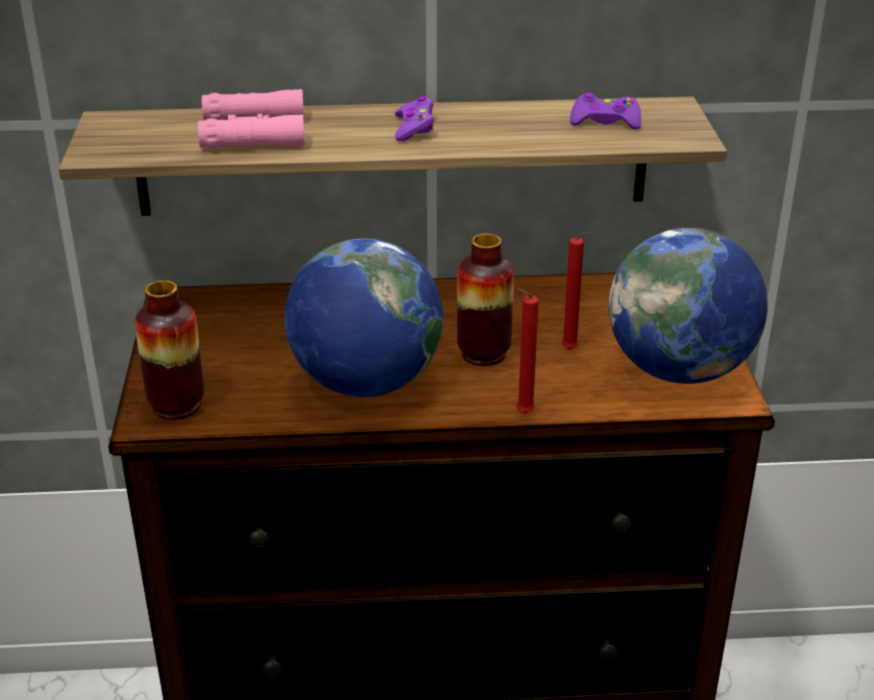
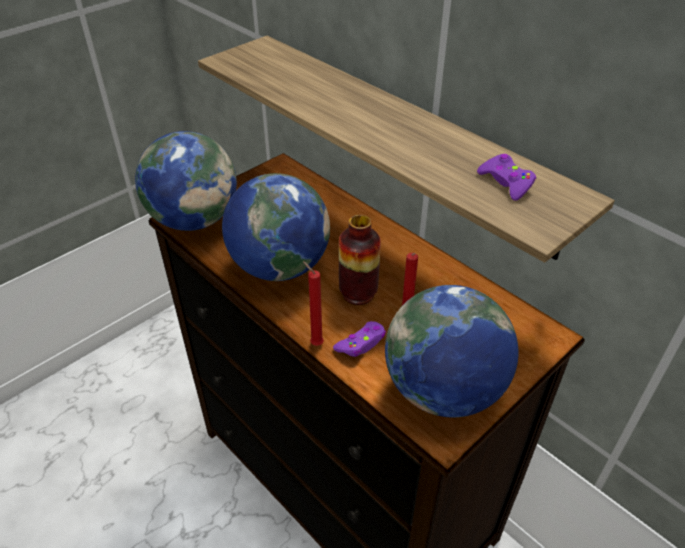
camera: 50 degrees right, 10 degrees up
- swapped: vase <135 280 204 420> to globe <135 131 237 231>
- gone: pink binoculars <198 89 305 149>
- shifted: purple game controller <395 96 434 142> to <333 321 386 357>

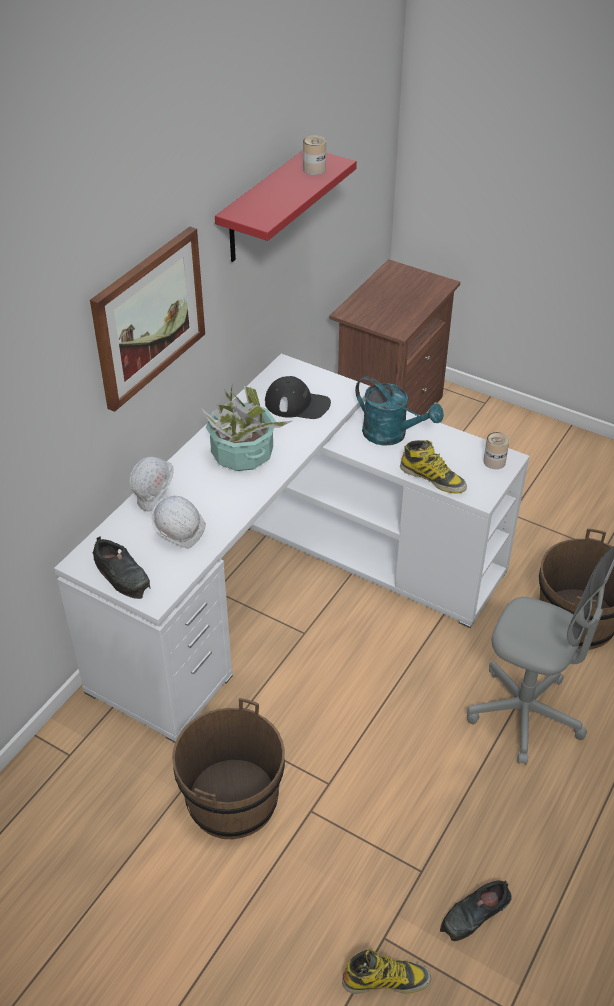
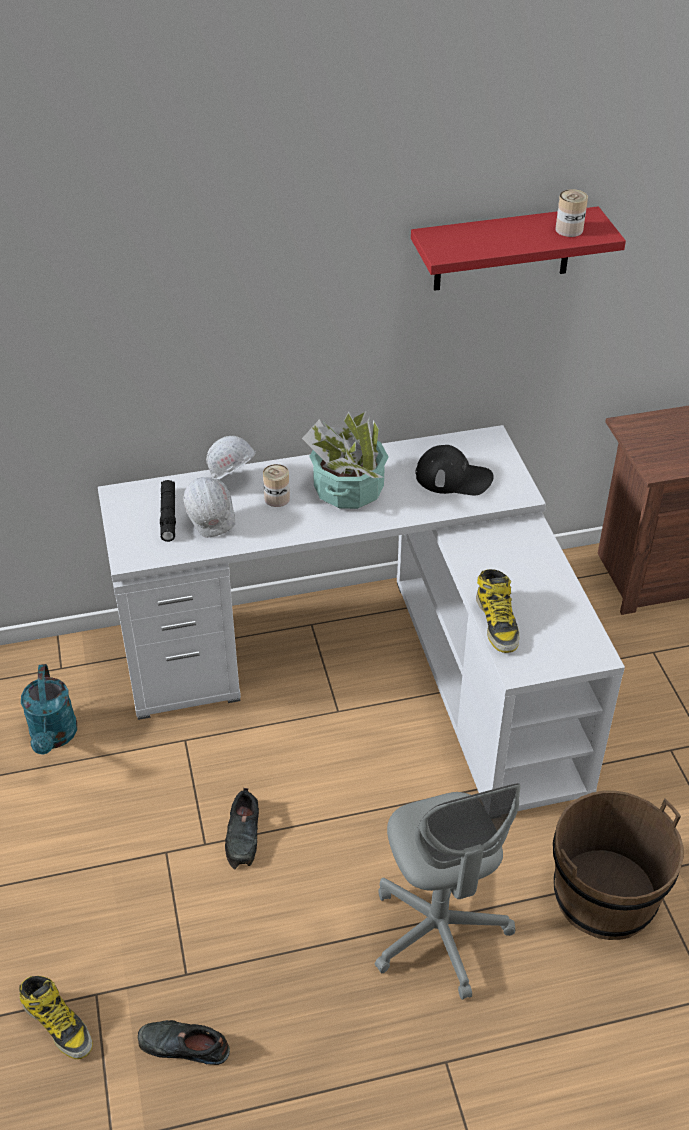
camera: 45 degrees right, 0 degrees up
- gone: picture <90 226 205 412>
- shifted: black shoe <92 536 150 599> to <225 788 259 870>
- gone: brown bucket <172 698 285 839>
- rotated: black cap <265 376 331 419> = <415 445 494 496> 45 degrees counterclockwise
- shifted: turquoise watering can <355 376 444 446> to <21 664 77 755>
- shifted: can <483 432 510 469> to <263 464 290 507>
- new: black flashlight <160 480 176 542>

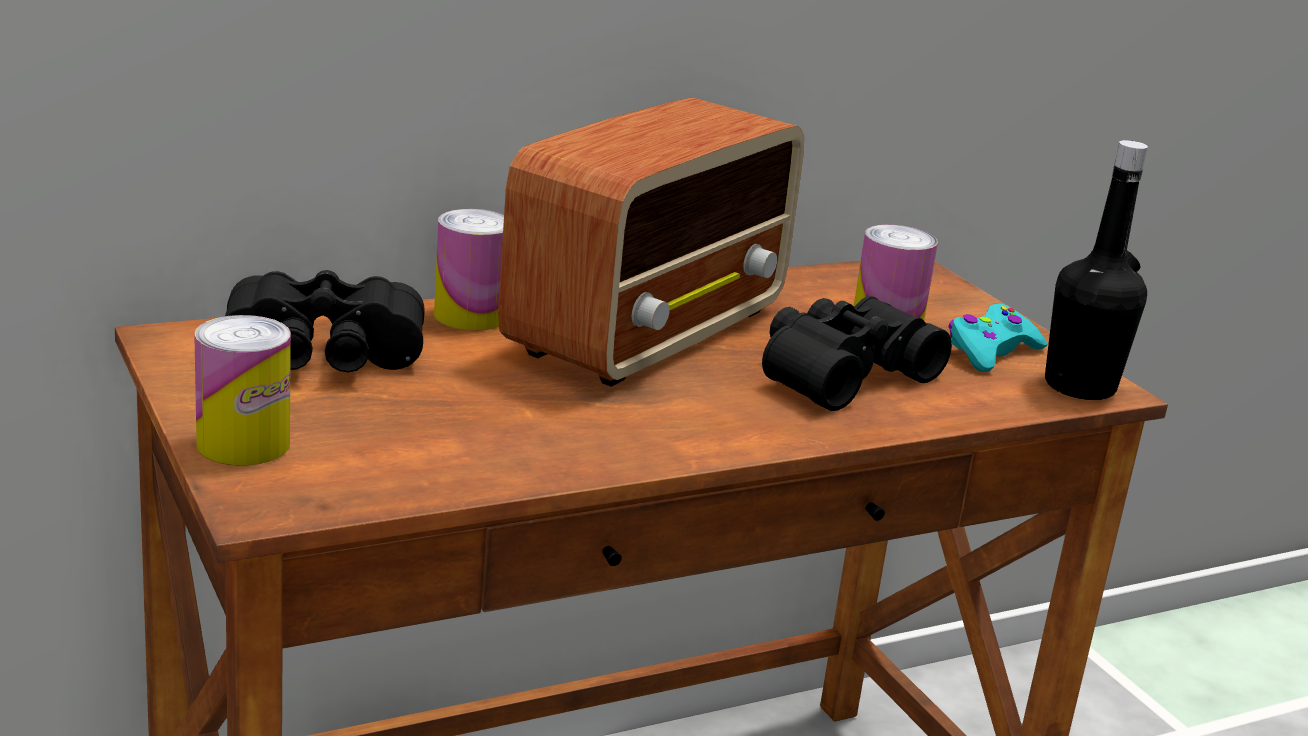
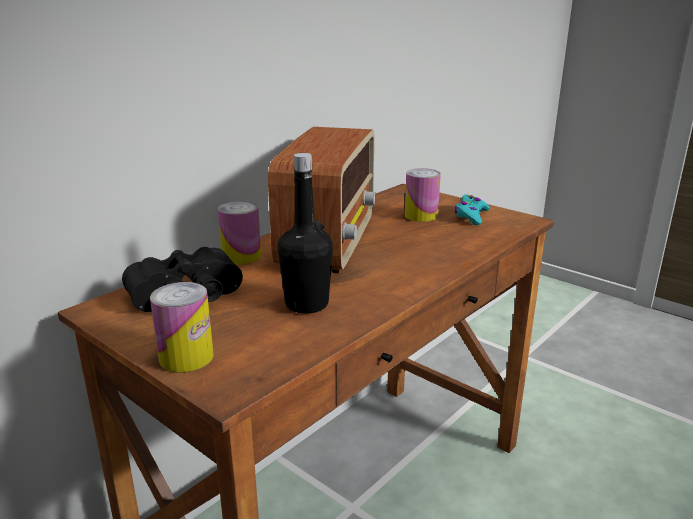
camera: 20 degrees left, 0 degrees up
- gone: black binoculars <762 296 952 411>
- shifted: black bottle <1045 140 1148 400> to <278 153 333 314>

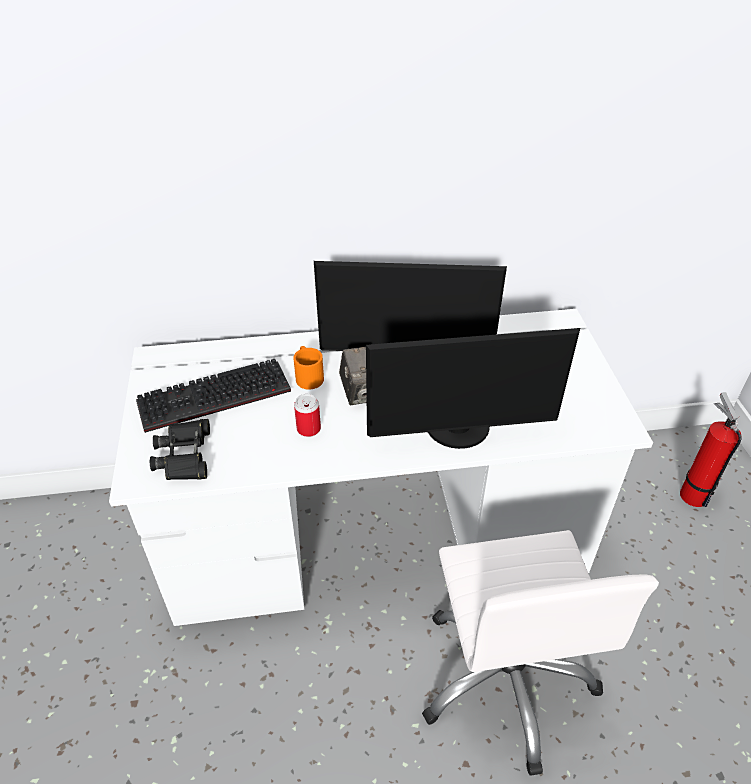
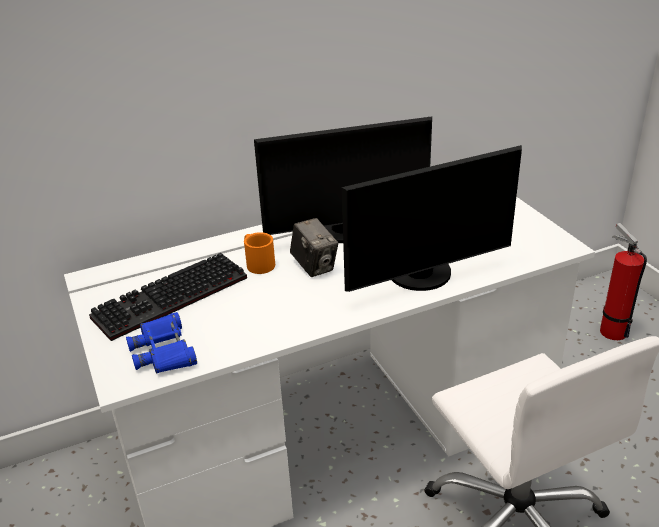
camera: 15 degrees left, 10 degrees down
- repainted: black binoculars <150 419 210 480> to blue binoculars <126 312 197 373>
- gone: can <294 394 321 437>

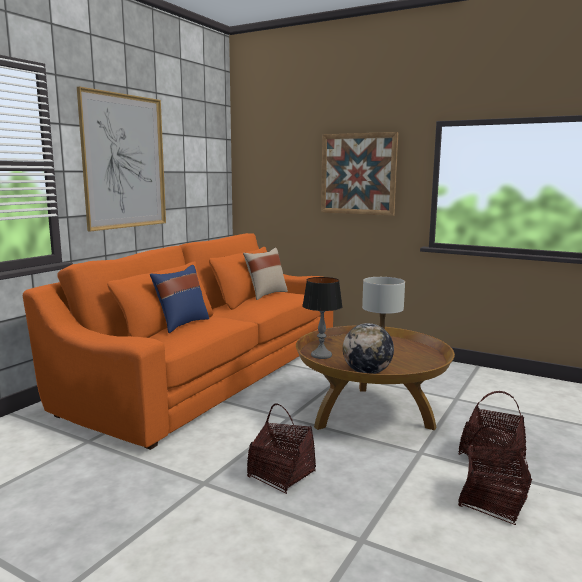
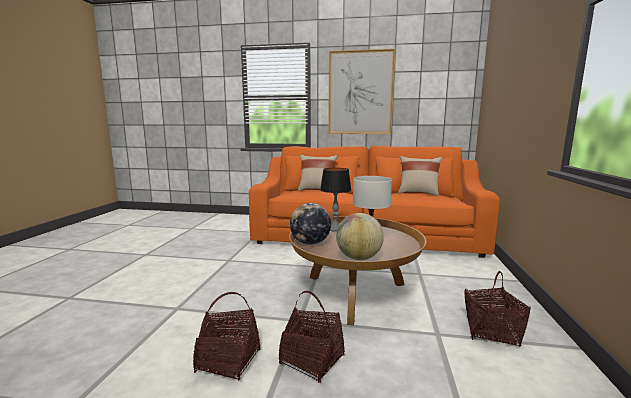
camera: 70 degrees right, 0 degrees up
- repainted: blue pillow <150 265 209 333> to beige pillow <298 155 337 190>
- shifted: basket <247 404 316 494> to <464 271 531 347>
- gone: picture <321 132 398 216>
- new: globe <336 213 384 260>

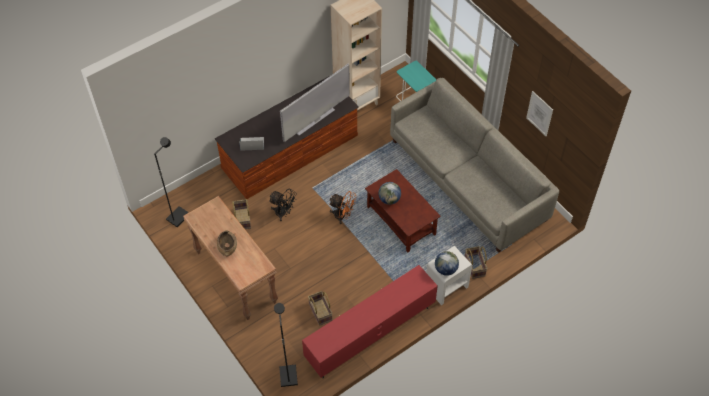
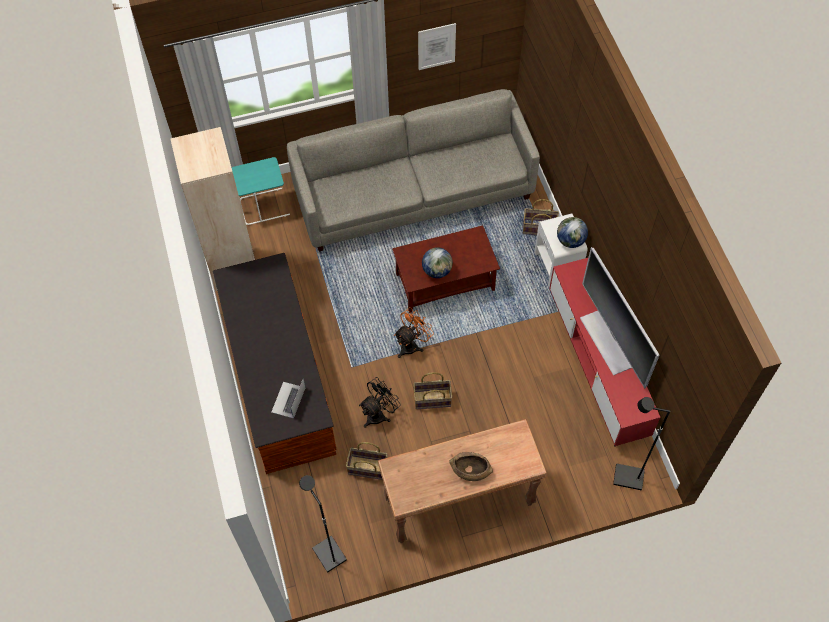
camera: 70 degrees left, 5 degrees up
- shifted: television <280 64 350 142> to <580 247 660 389>
- shifted: basket <308 291 333 326> to <413 372 452 409>

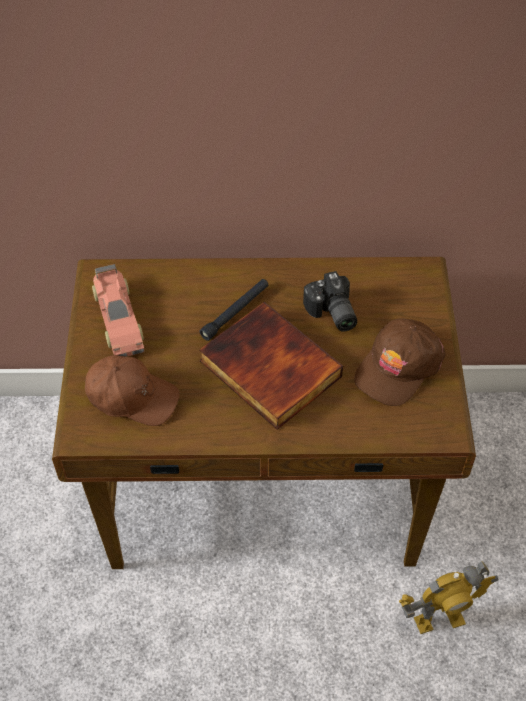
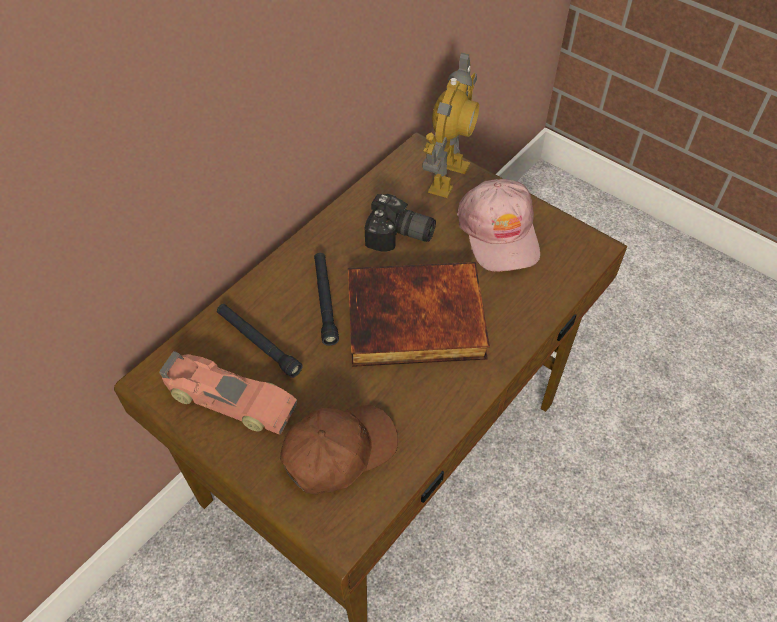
camera: 50 degrees left, 0 degrees up
- repainted: brown cap <354 318 446 406> to pink cap <457 179 540 272>
- shifted: toy robot <399 561 499 634> to <422 52 479 198>
- new: black flashlight <217 304 303 378>

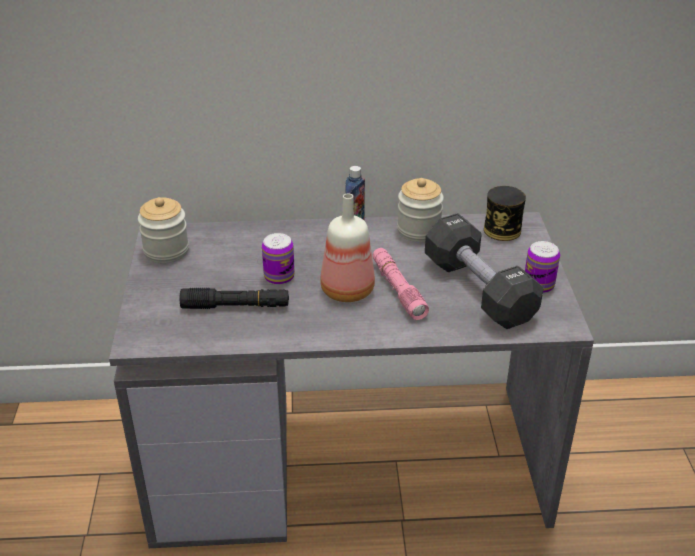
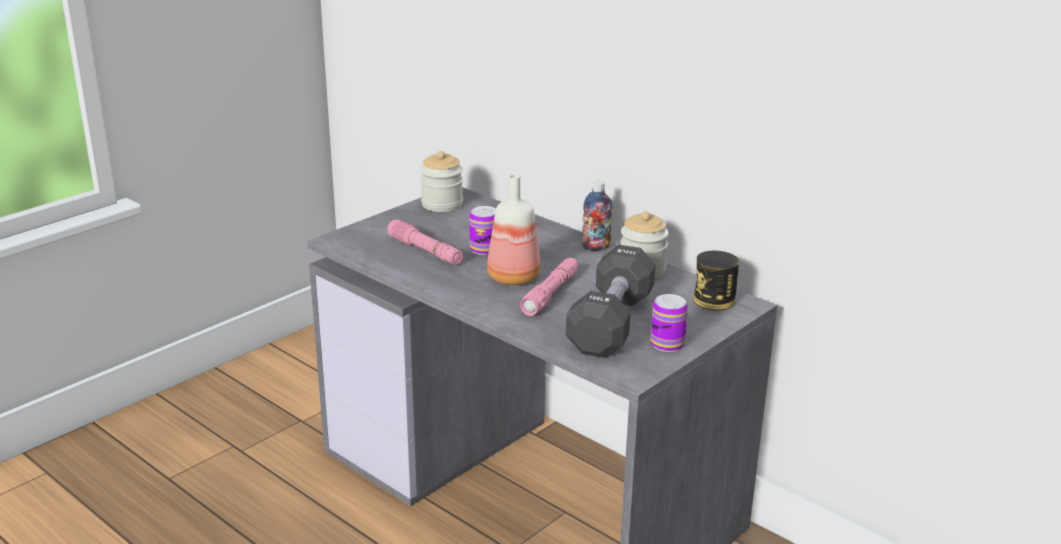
camera: 45 degrees right, 10 degrees down
- repainted: black flashlight <180 288 289 309> to pink flashlight <387 219 463 265>

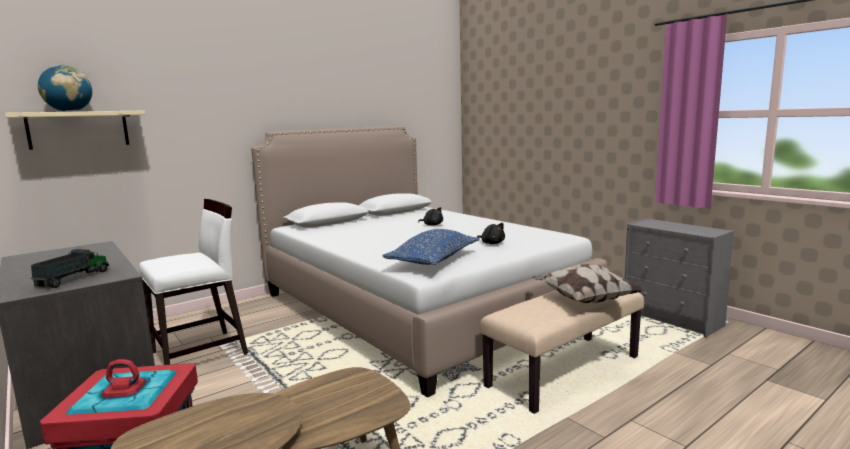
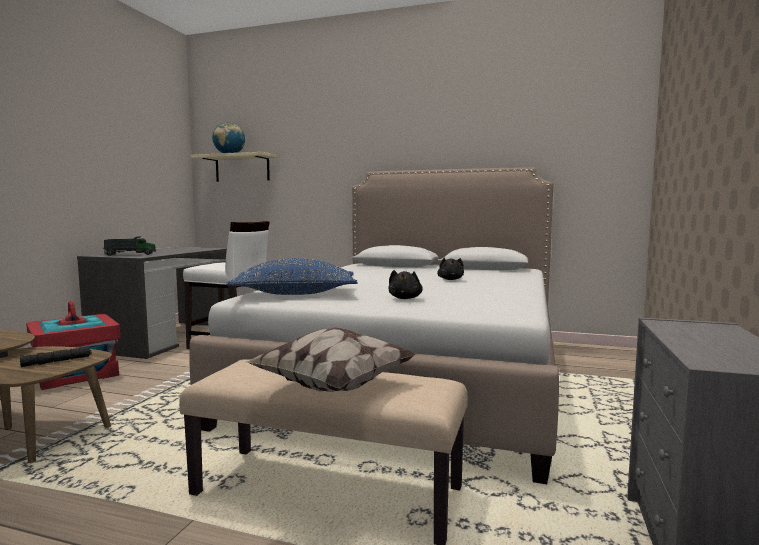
camera: 55 degrees right, 5 degrees down
- new: black flashlight <20 347 92 367>

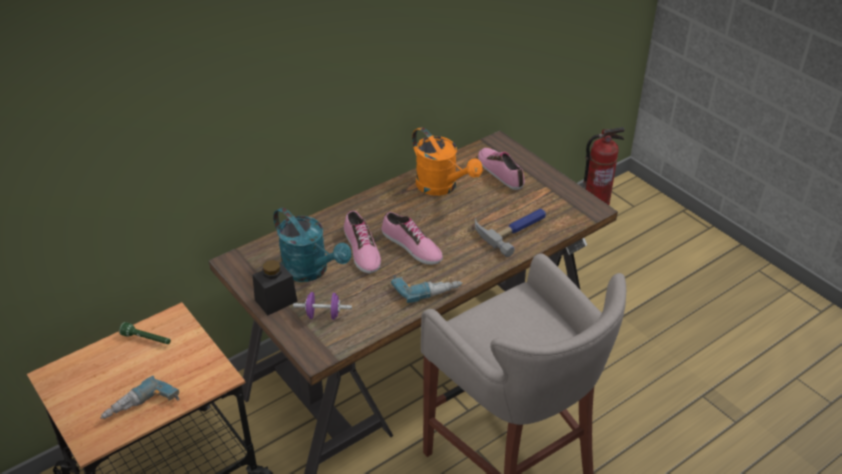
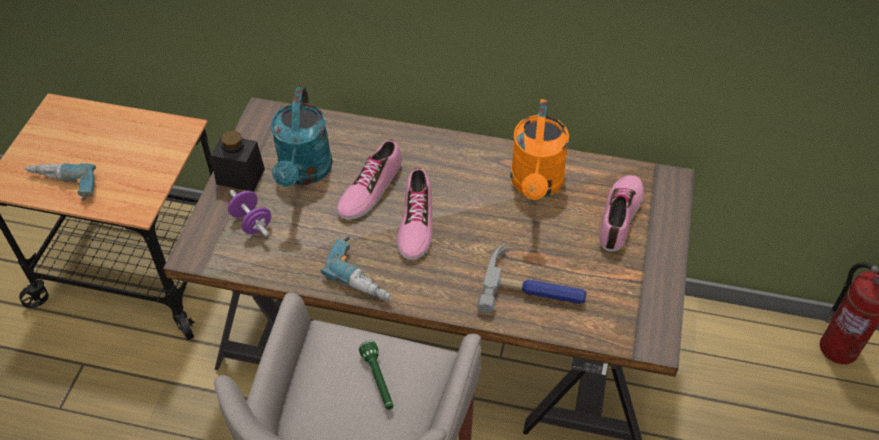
camera: 50 degrees right, 10 degrees up
- shifted: green flashlight <119 322 171 344> to <359 341 393 410>

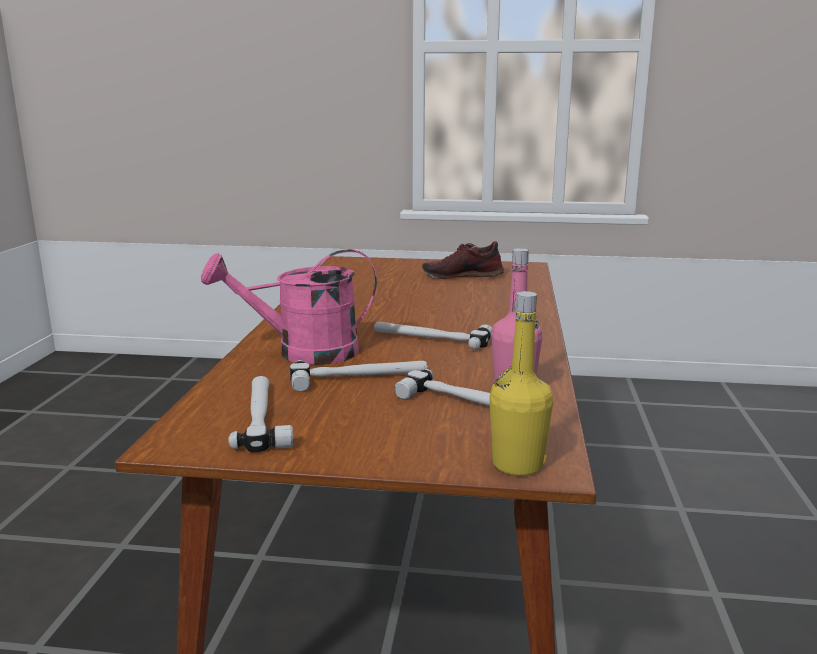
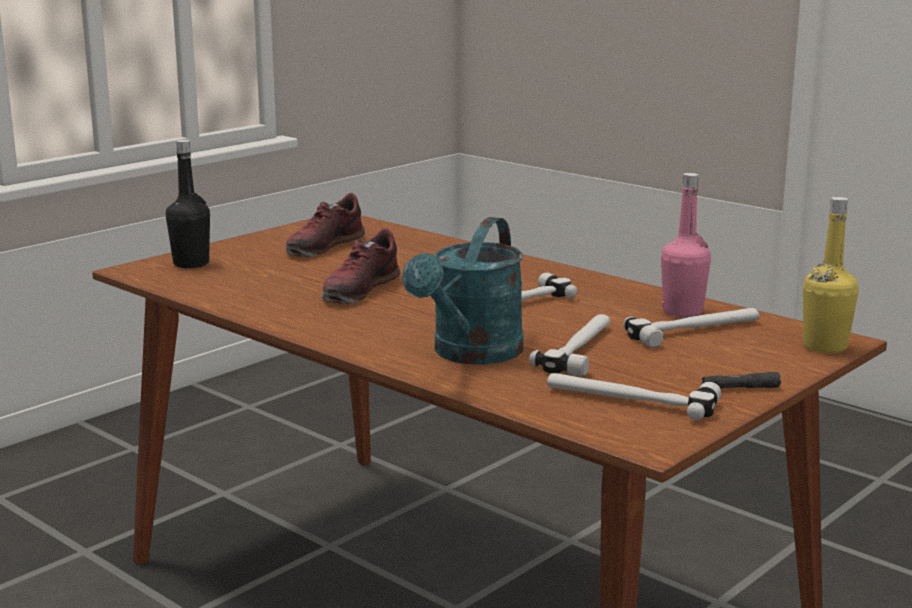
camera: 55 degrees left, 0 degrees up
- repainted: pink watering can <201 249 377 365> to turquoise watering can <403 217 524 364>
- new: black bottle <166 140 210 268>
- new: shoe <321 228 400 304>
- new: black flashlight <702 372 781 389>

